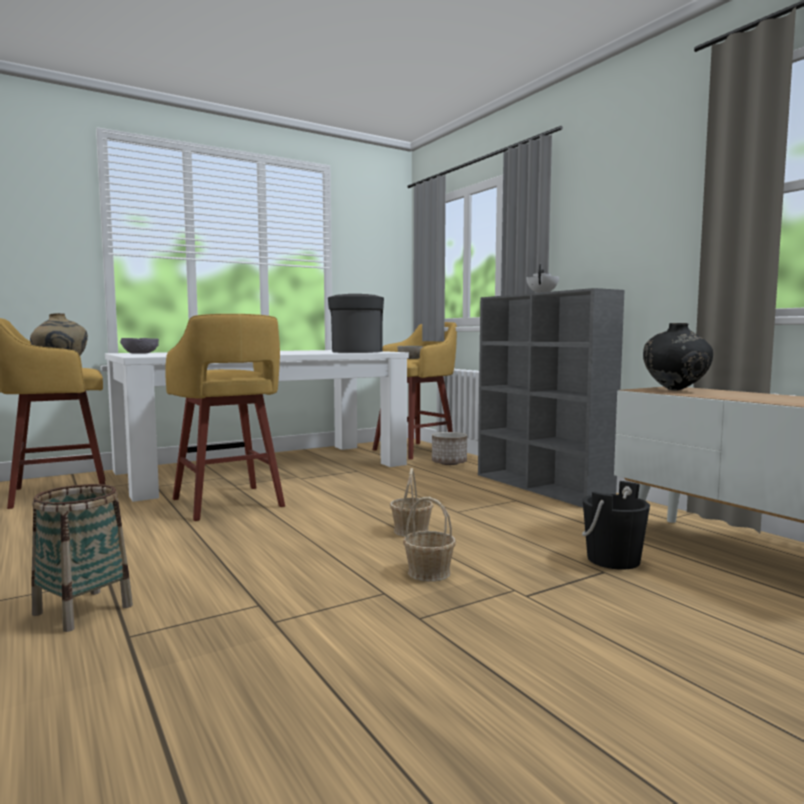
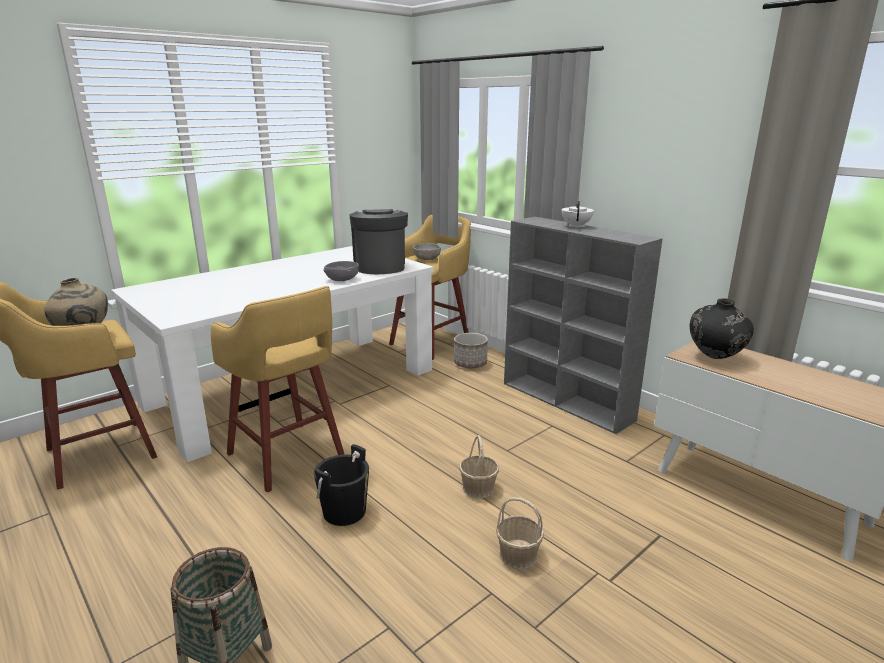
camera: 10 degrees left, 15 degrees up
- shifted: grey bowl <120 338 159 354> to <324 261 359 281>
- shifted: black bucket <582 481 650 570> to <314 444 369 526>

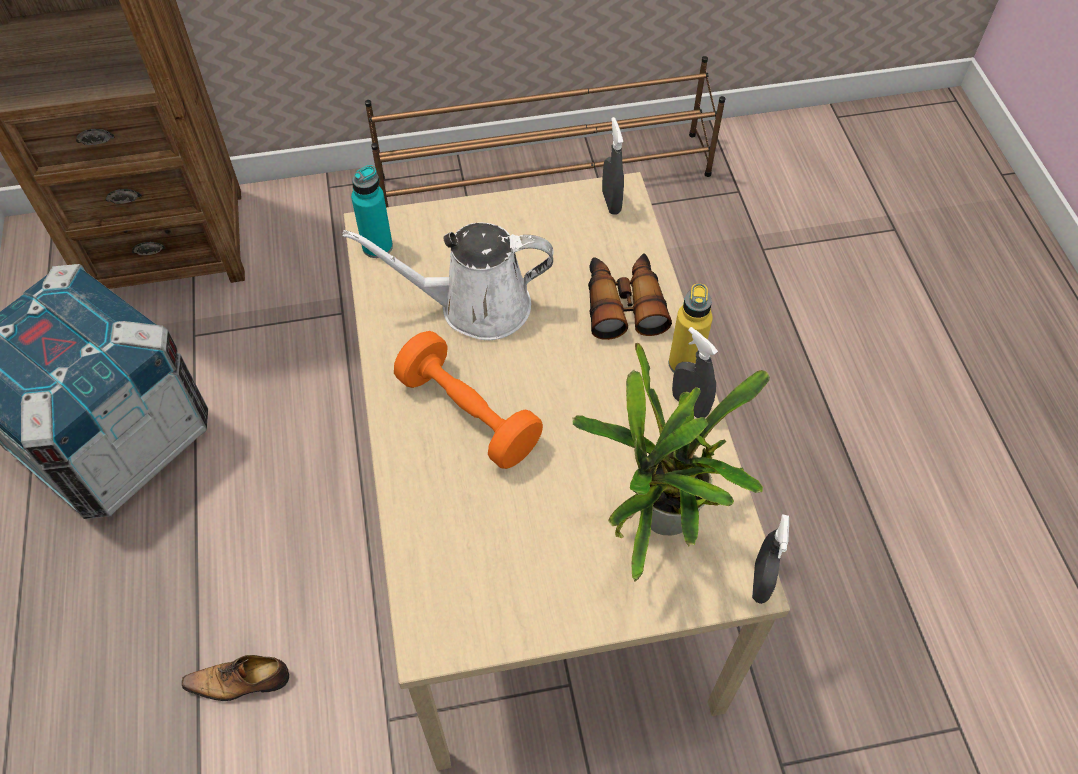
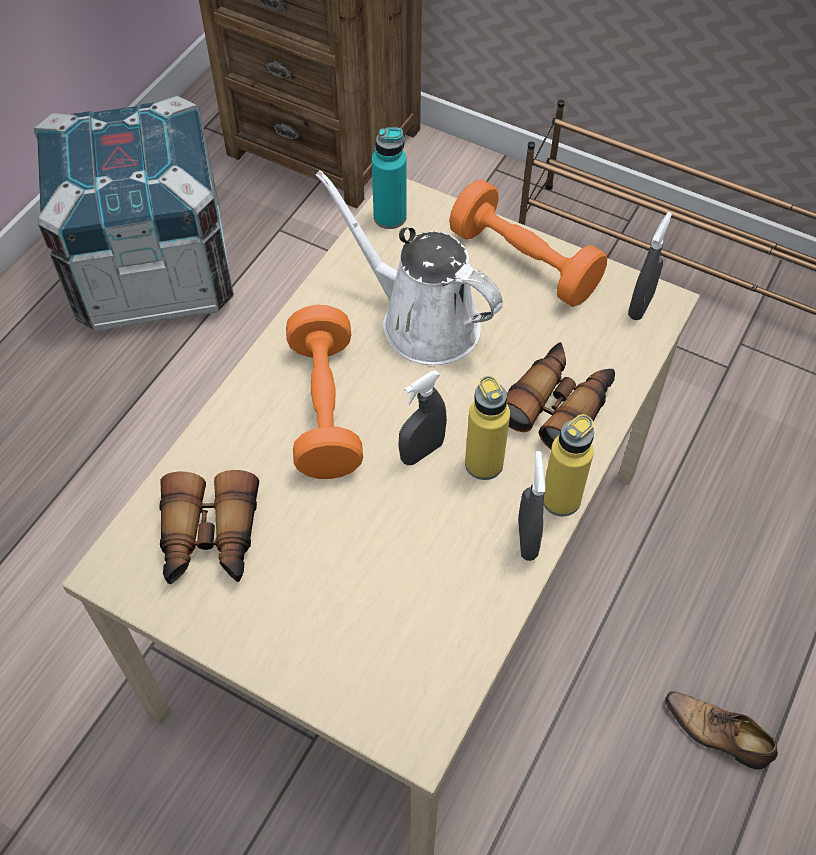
camera: 40 degrees right, 0 degrees up
- shifted: shoe <182 655 289 701> to <665 691 778 770>
- gone: potted plant <572 343 770 581>
- shifted: grey spray bottle <752 514 789 604> to <398 370 447 465>
- new: binoculars <159 470 259 584>
- new: orange dumbbell <449 180 607 307>
- new: yellow bottle <465 376 510 480>

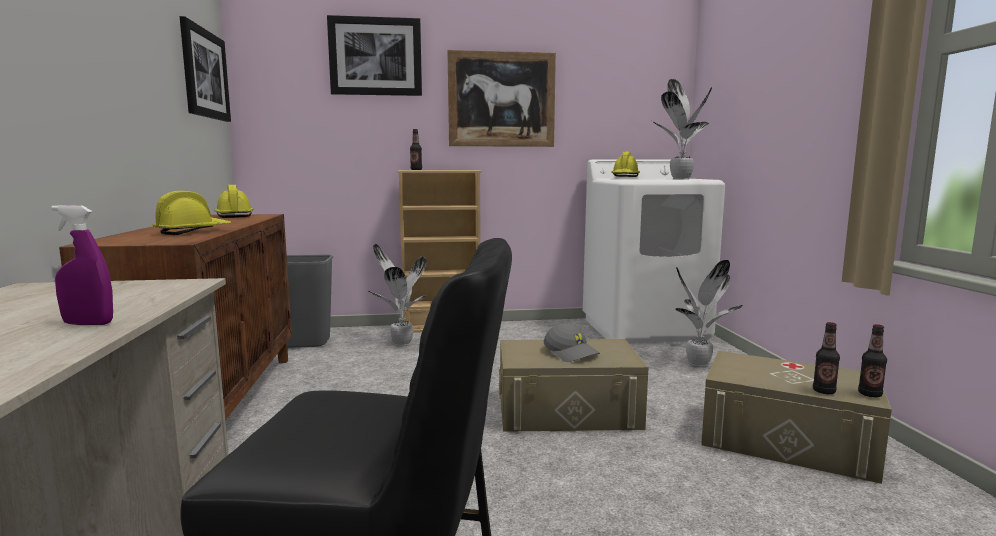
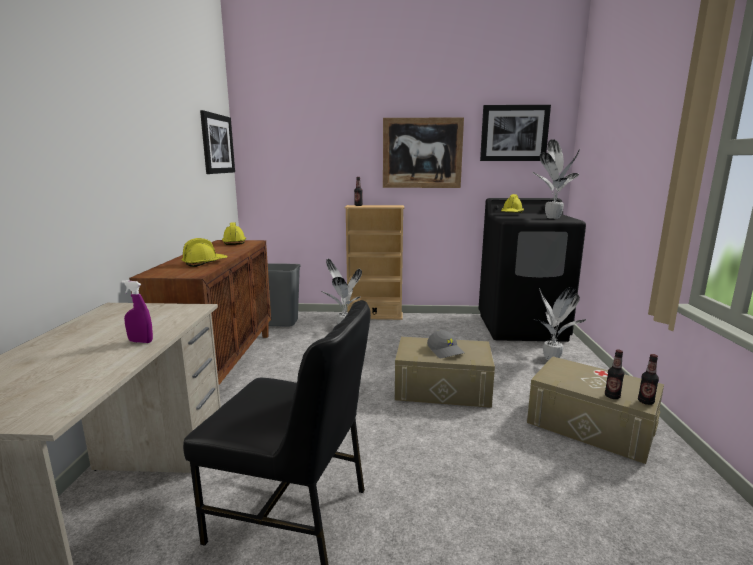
camera: 10 degrees right, 5 degrees up
- shifted: picture <327 15 422 96> to <480 105 551 161>
- repainted: white washing machine <583 159 725 347> to black washing machine <478 198 586 342>

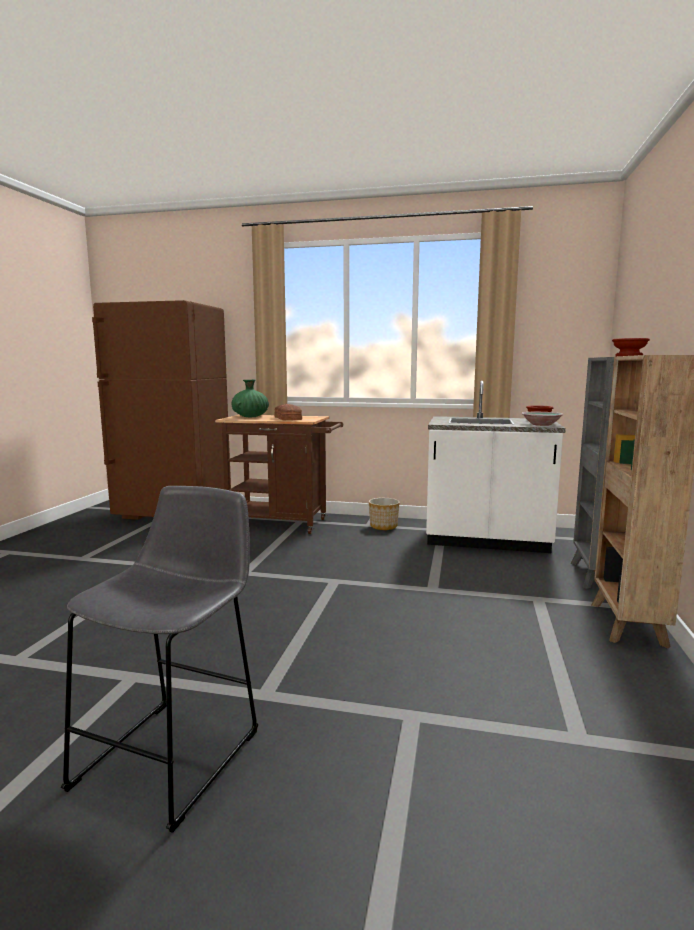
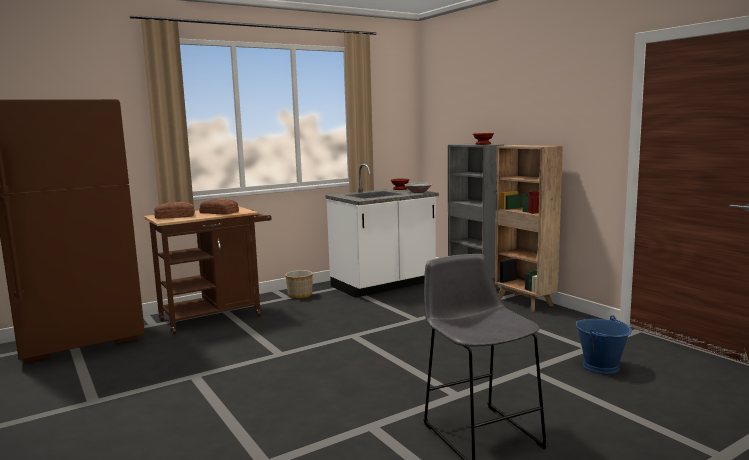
camera: 45 degrees left, 0 degrees up
- swapped: green vase <231 380 269 417> to bread <154 202 195 219>
- new: blue bucket <576 315 632 374>

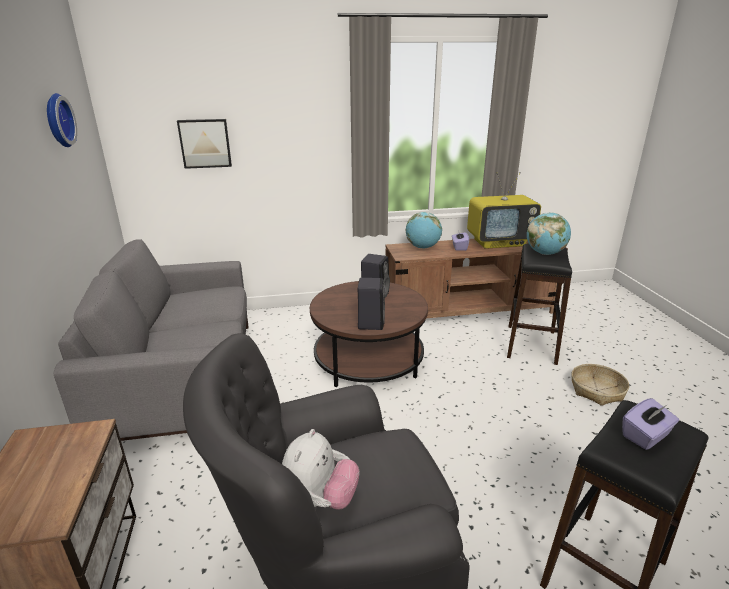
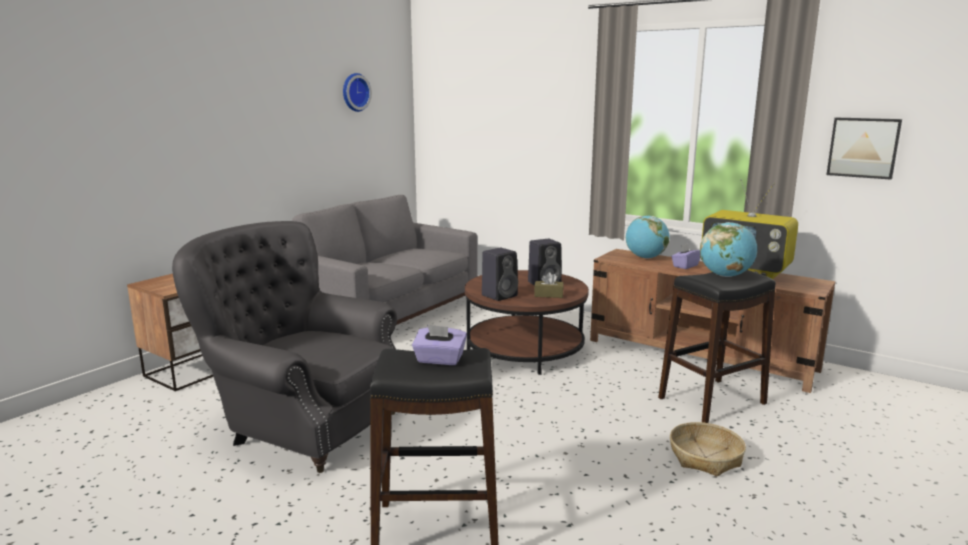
camera: 45 degrees right, 10 degrees down
- shifted: picture <177 119 232 169> to <826 118 902 180>
- gone: plush toy <282 429 359 510>
- new: brown tissue box <534 272 564 298>

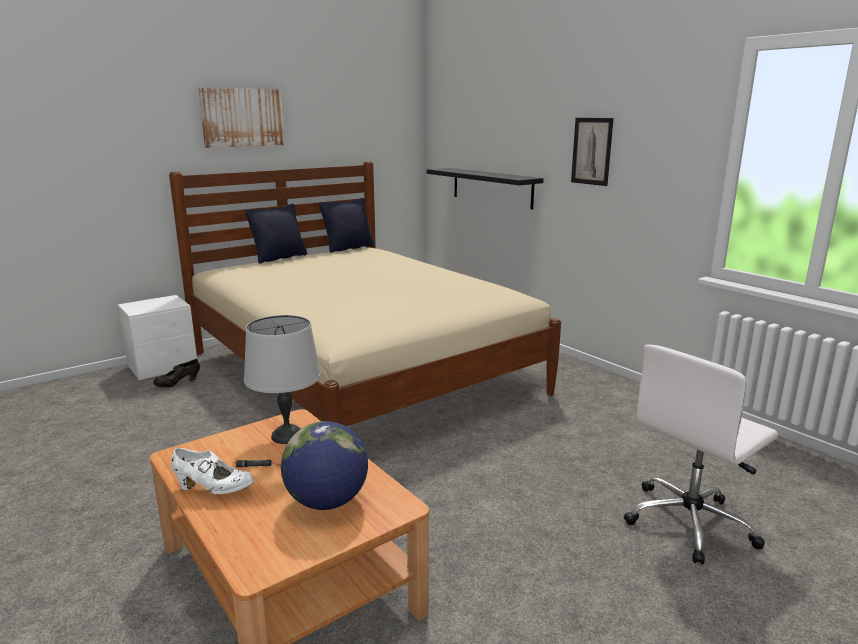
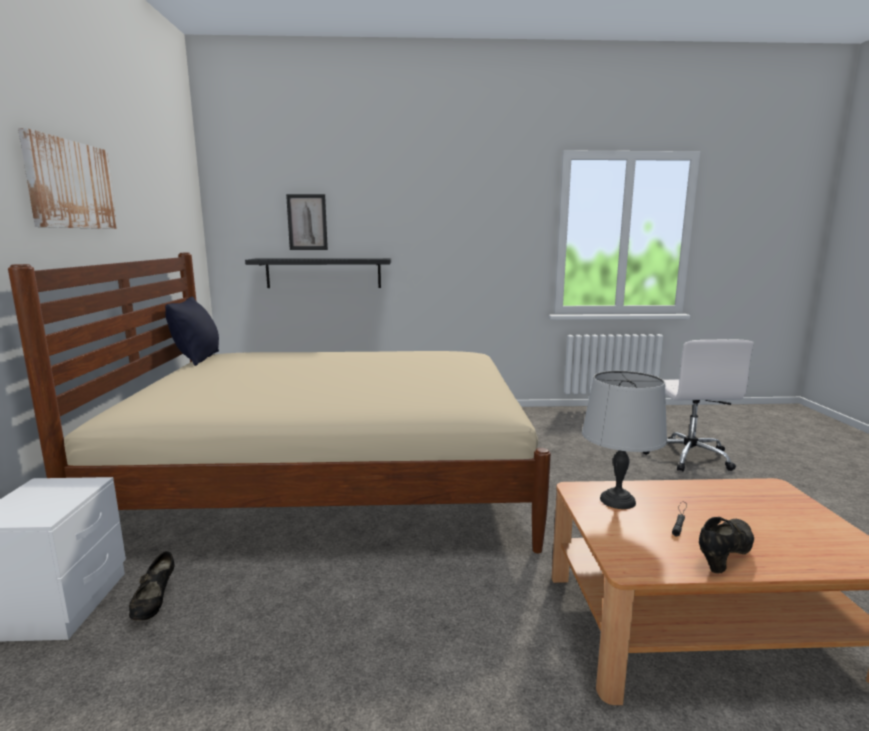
camera: 55 degrees left, 5 degrees down
- repainted: white shoe <171 448 255 494> to black shoe <699 517 754 574>
- gone: black pillow <245 204 307 264>
- gone: globe <281 421 368 510>
- shifted: picture <571 118 614 186> to <286 194 328 250>

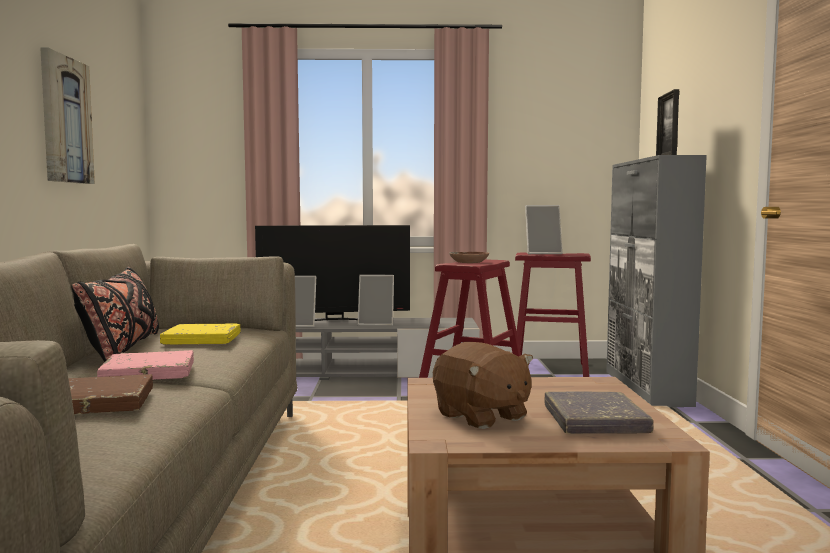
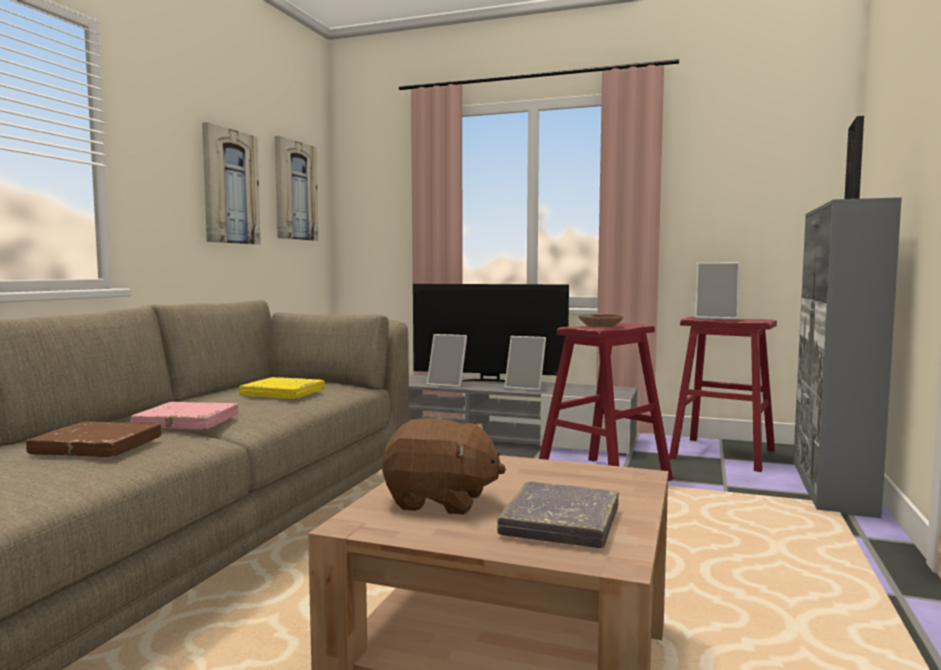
camera: 20 degrees right, 0 degrees up
- gone: black pillow <71 267 159 362>
- rotated: brown plush toy <433 342 533 429> = <382 418 506 514> 60 degrees counterclockwise
- new: picture <275 136 318 241>

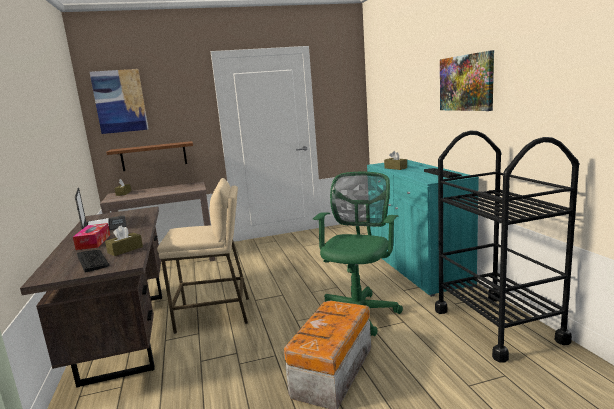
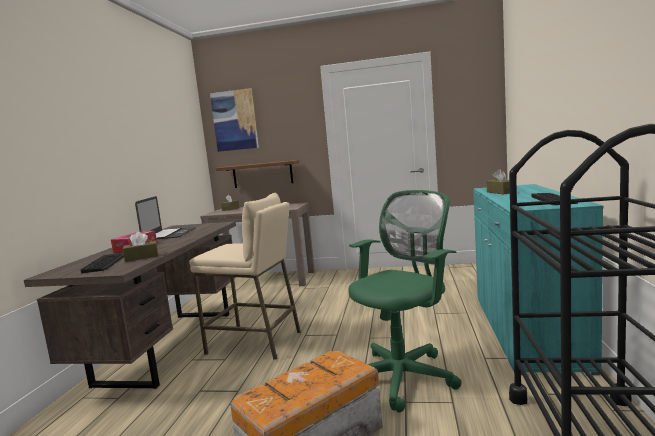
camera: 25 degrees right, 5 degrees down
- gone: picture <440 50 494 111>

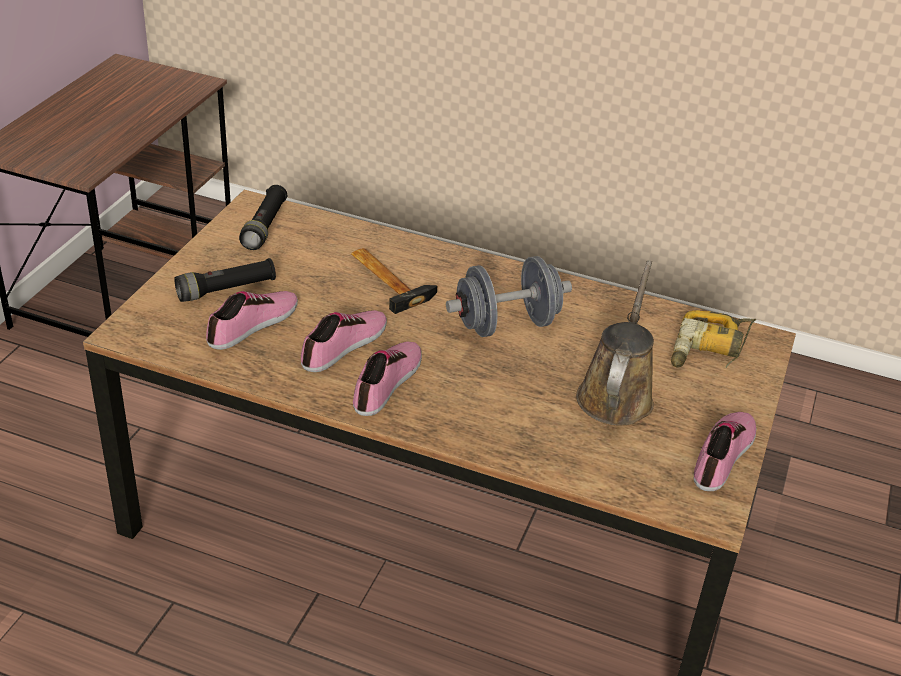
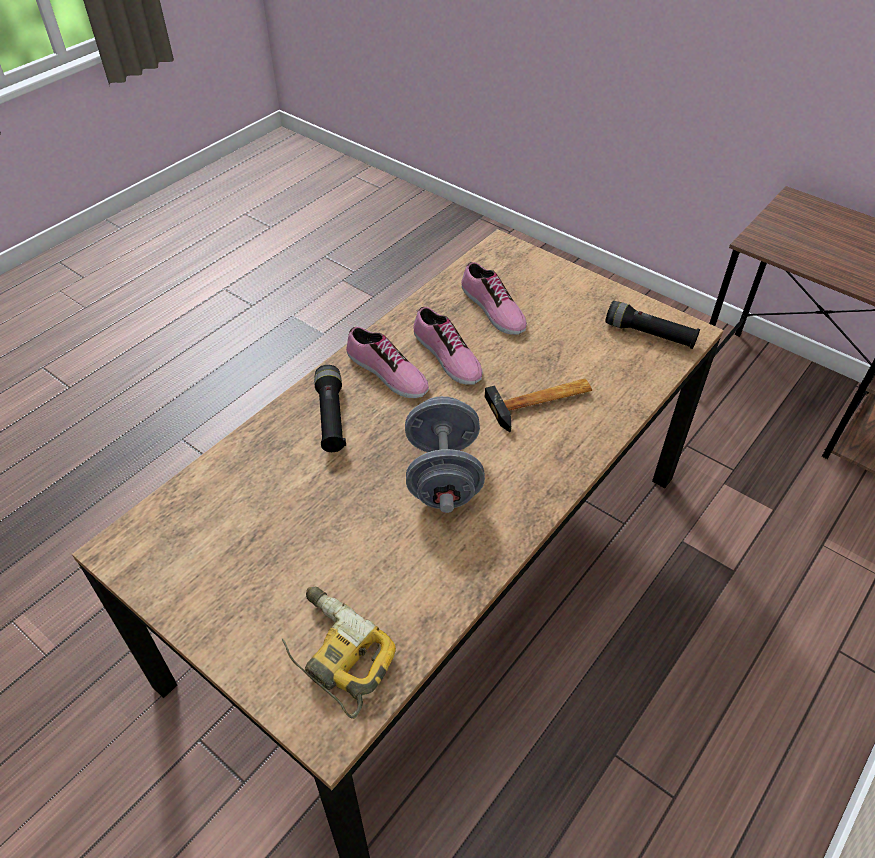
camera: 110 degrees right, 10 degrees up
- shifted: black flashlight <174 258 276 302> to <314 365 346 452>
- gone: brown watering can <576 260 654 426>
- gone: shoe <694 412 757 491>

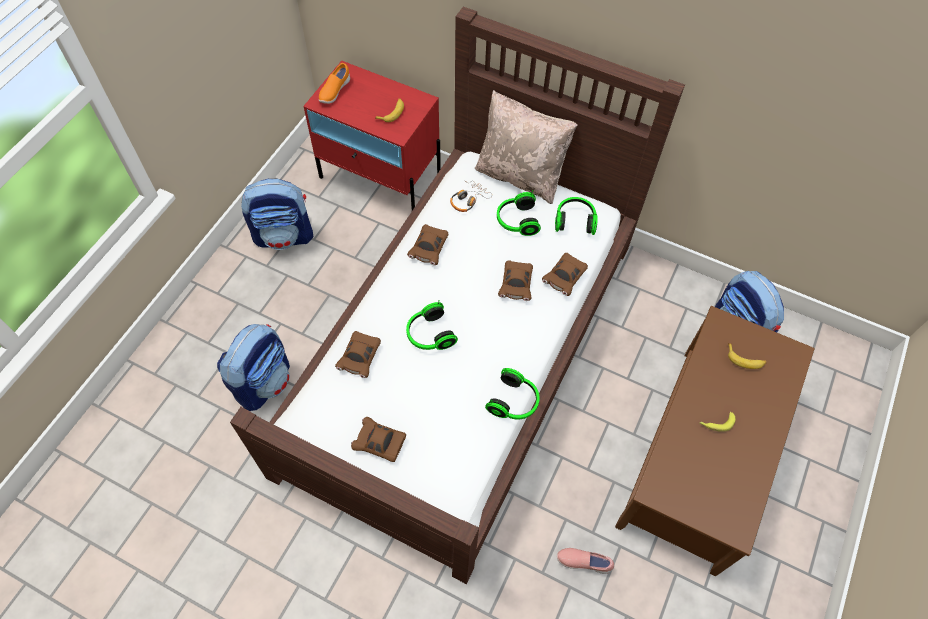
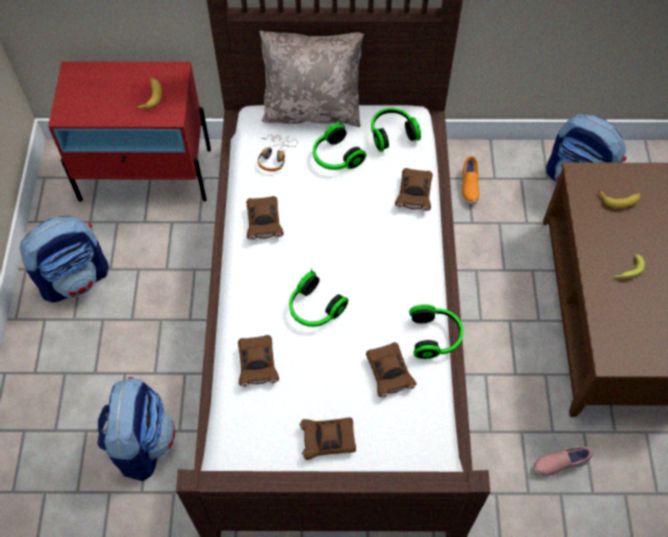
camera: 25 degrees left, 0 degrees up
- shifted: orange shoe <319 63 350 104> to <461 156 479 204>
- shifted: brown toy car <498 260 533 301> to <366 342 416 397>

